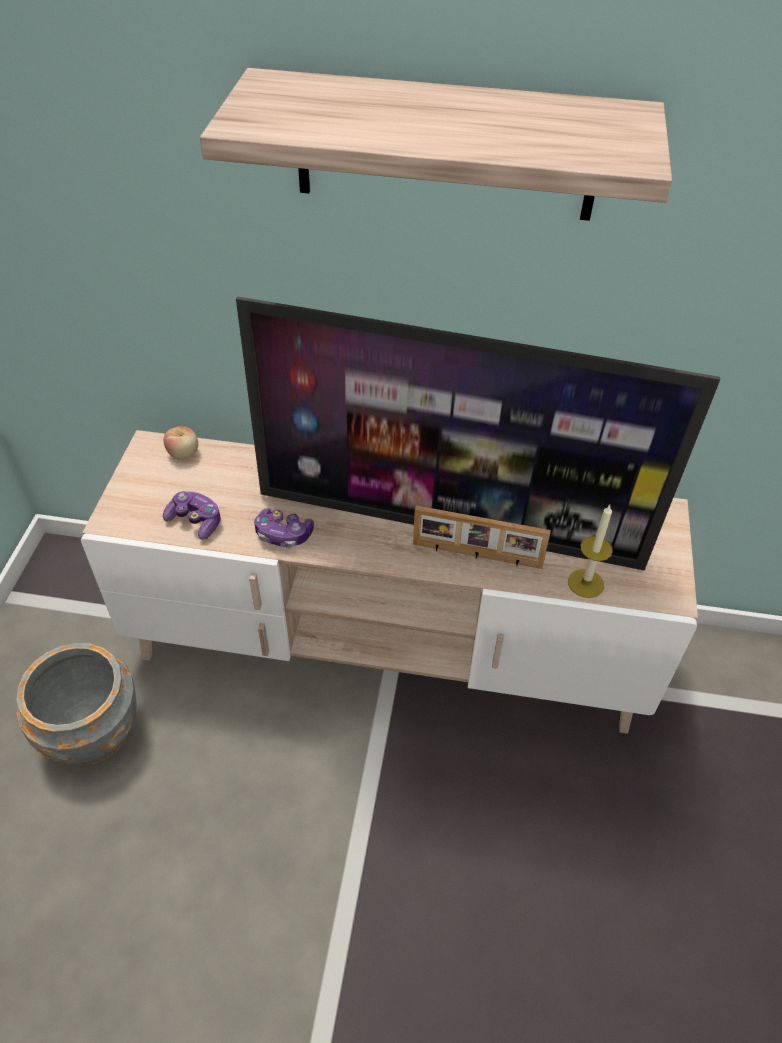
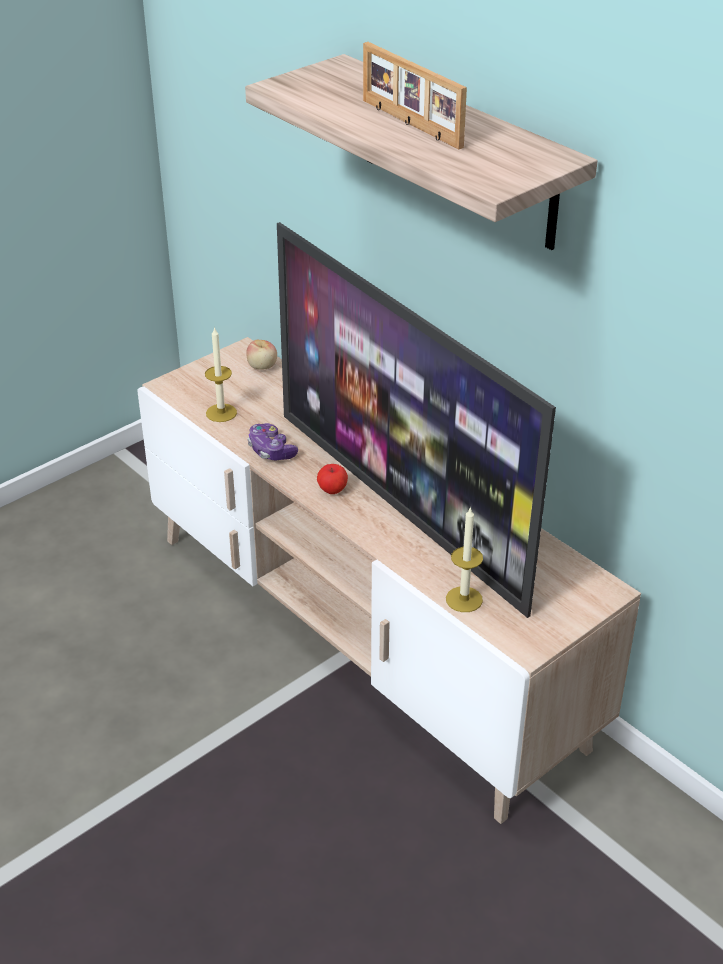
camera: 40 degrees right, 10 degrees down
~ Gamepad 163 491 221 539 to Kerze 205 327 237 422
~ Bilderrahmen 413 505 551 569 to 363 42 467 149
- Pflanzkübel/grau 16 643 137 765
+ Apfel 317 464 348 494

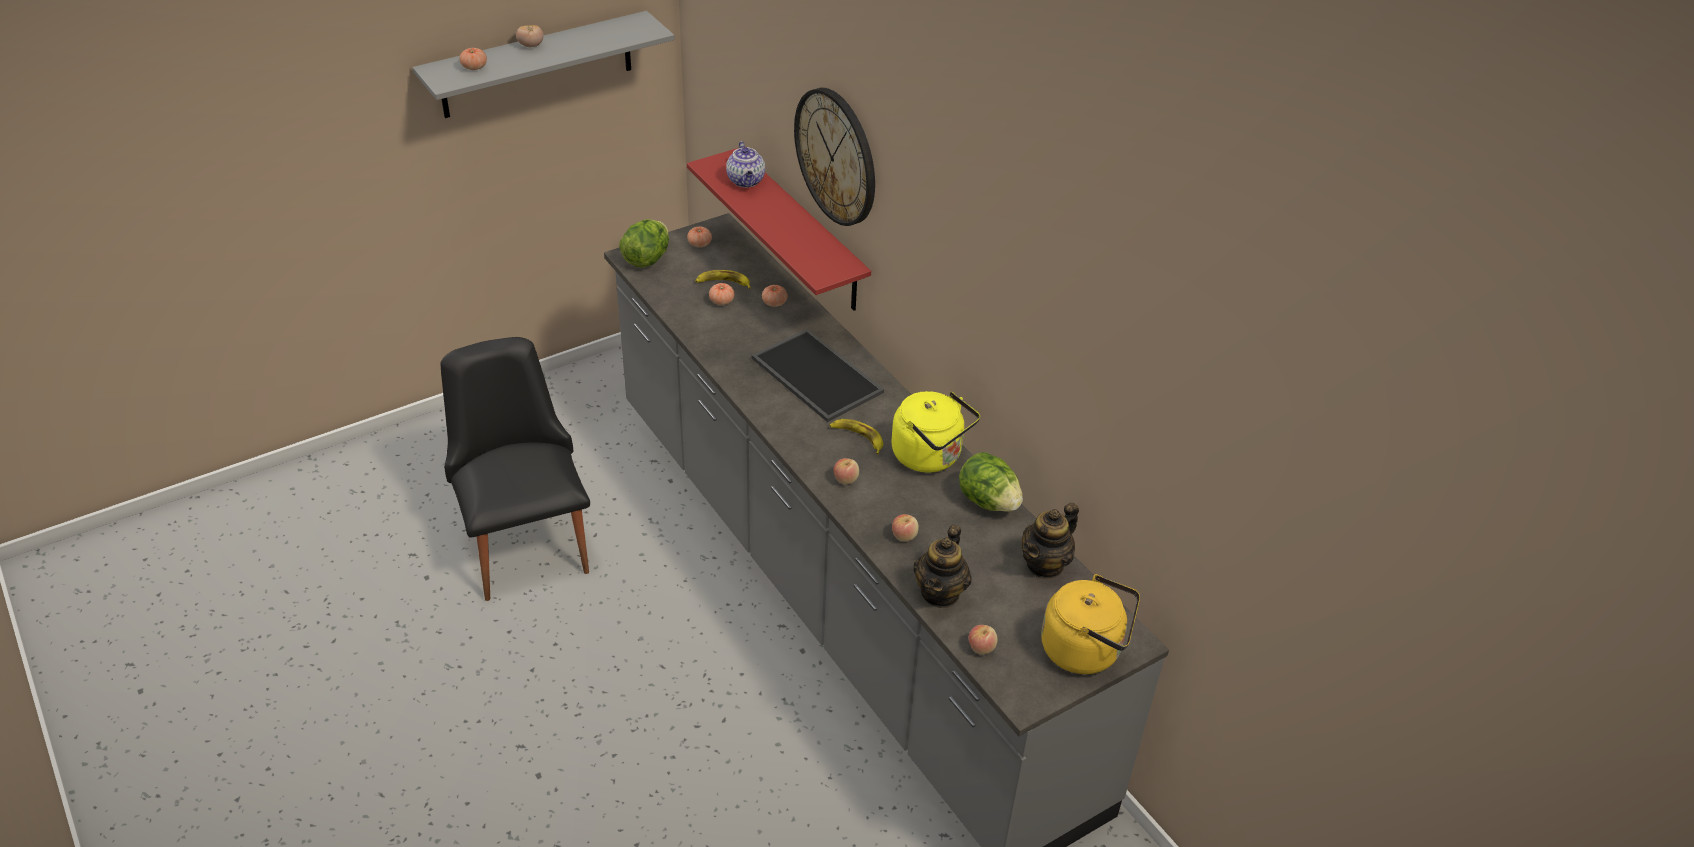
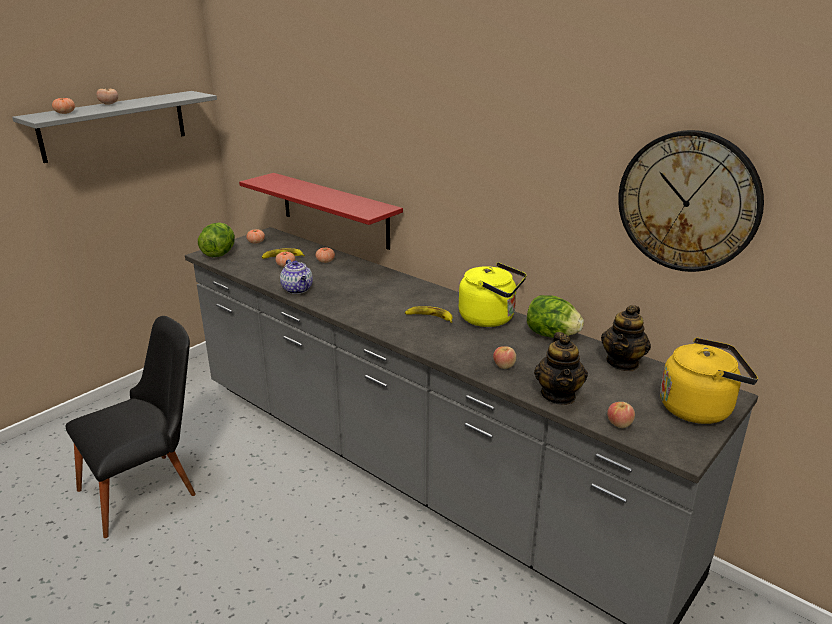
camera: 15 degrees left, 15 degrees down
~ Wanduhr 794 88 875 226 to 618 130 764 272
~ Teekanne 726 141 765 188 to 280 259 313 294
- Tablett 751 329 884 422
~ Stuhl/schwarz 440 337 590 601 = 65 316 196 538 90 degrees clockwise
- Apfel 834 458 859 485

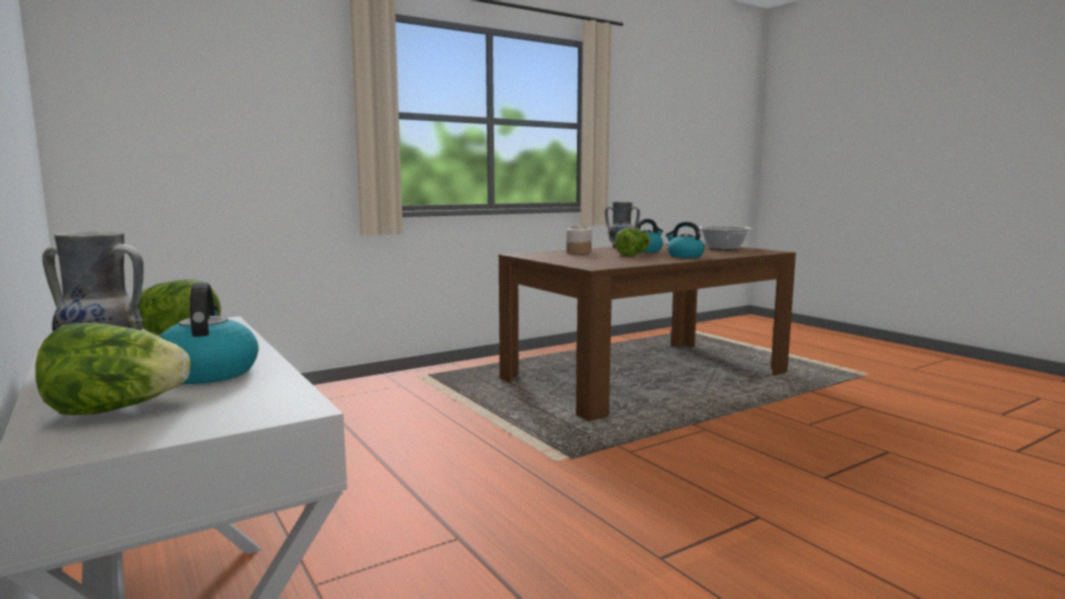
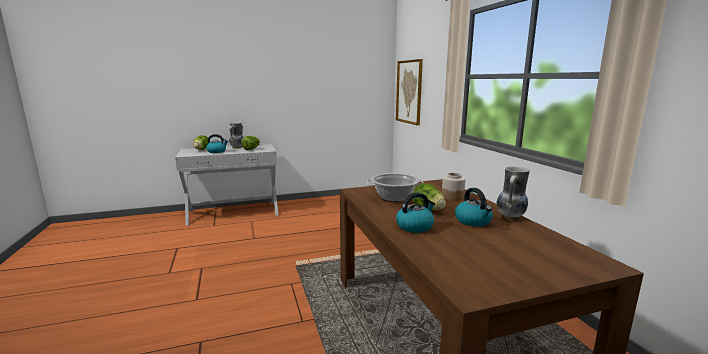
camera: 105 degrees right, 5 degrees up
~ Kochtopf 698 226 752 250 to 366 173 424 202
+ Bild 396 59 423 125

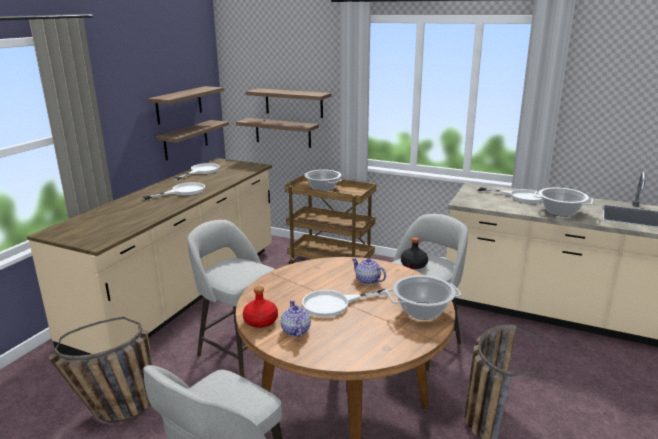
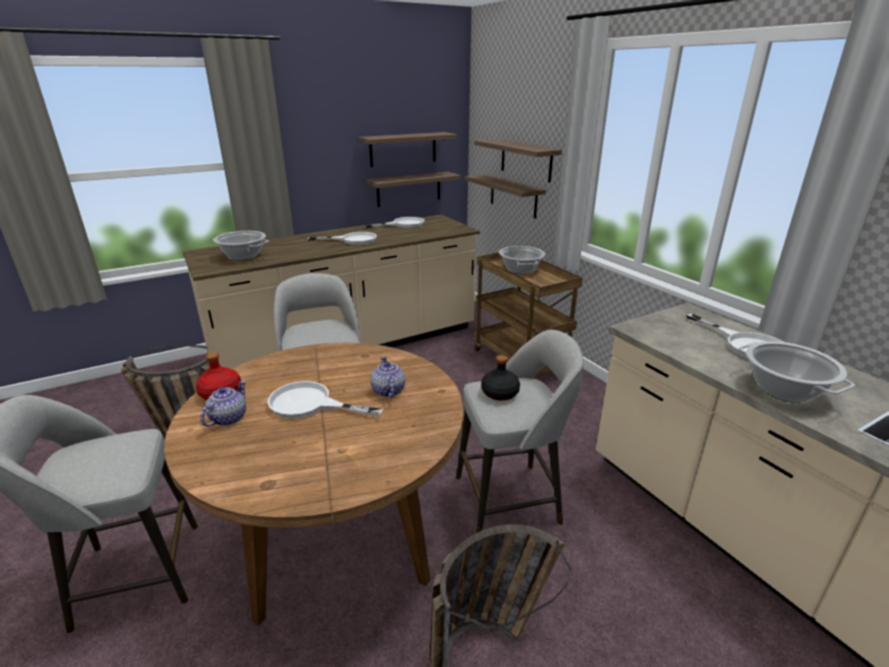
camera: 35 degrees right, 5 degrees up
~ Kochtopf 386 275 462 320 to 212 231 269 260

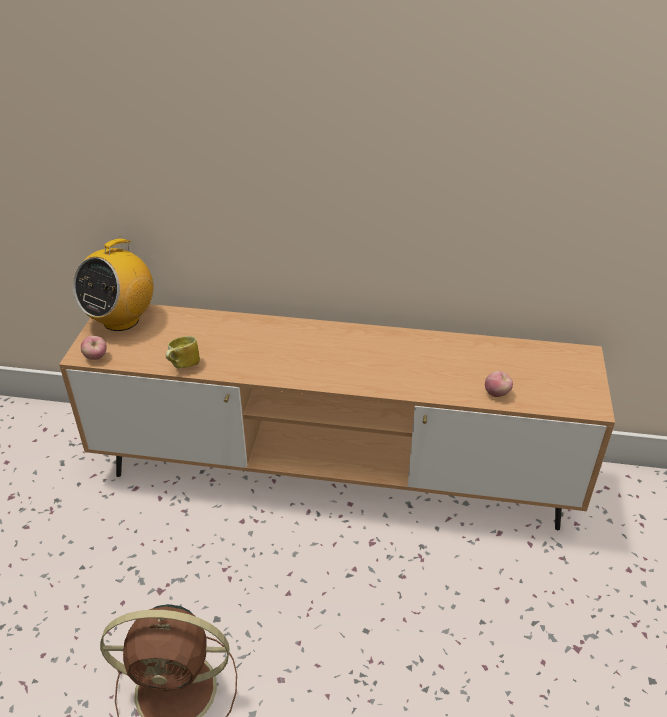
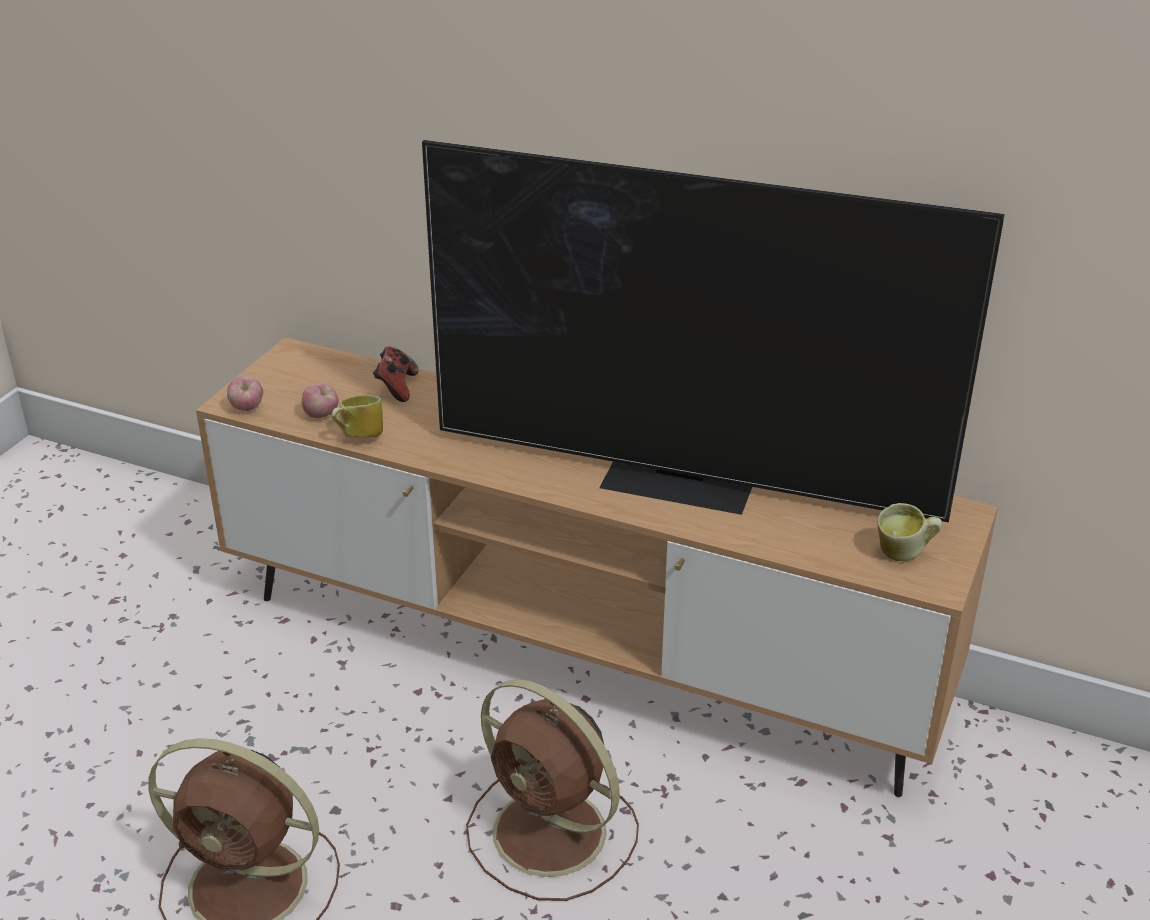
camera: 15 degrees right, 5 degrees down
- Radio 73 236 153 331
~ Apfel 485 371 513 397 to 302 383 339 418
+ Fernseher 422 140 1005 522
+ Gamepad 373 346 419 402
+ Henkelbecher 877 503 942 561
+ Ventilator/braun 466 679 639 901

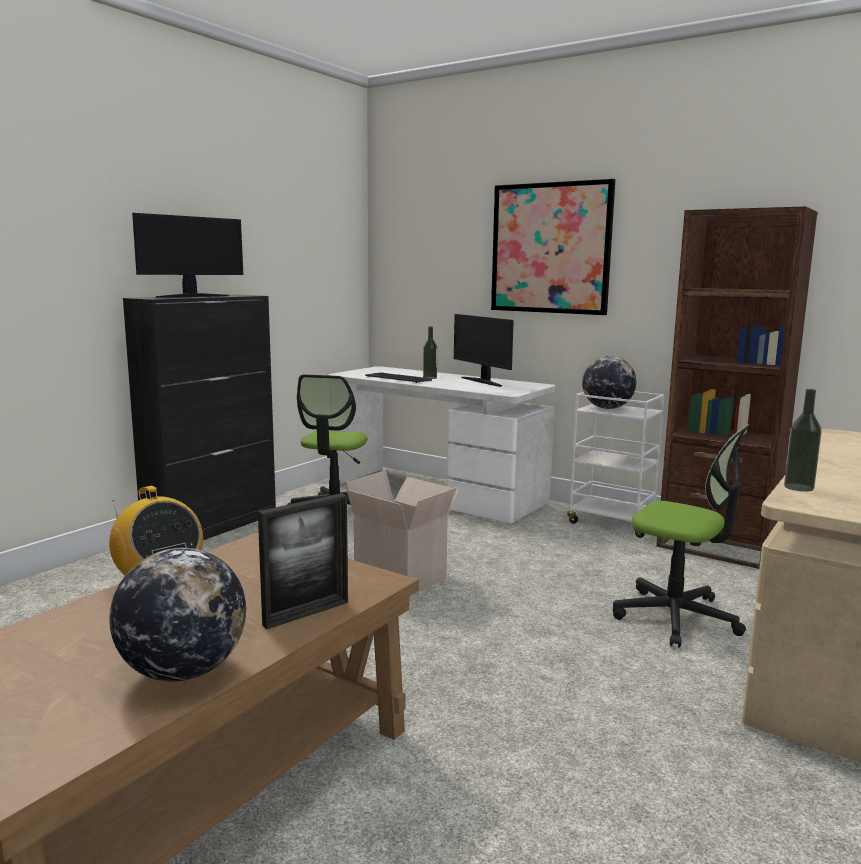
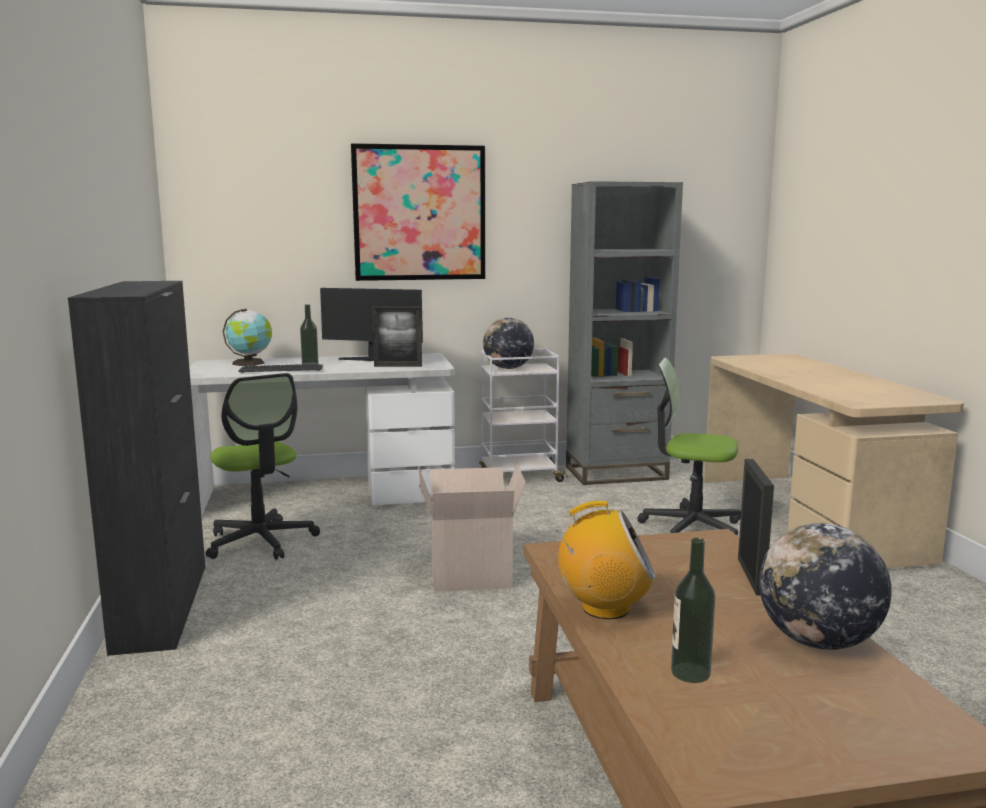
camera: 45 degrees left, 0 degrees up
~ Bücherregal/braun 656 206 818 569 to Bücherregal/grau 566 181 683 485
- Monitor 132 213 243 298
~ Flasche 784 389 822 492 to 671 538 715 683
~ Bürostuhl 613 424 750 648 = 637 358 741 536 150 degrees counterclockwise
+ Bilderrahmen 372 307 422 367
+ Globus 222 309 272 366

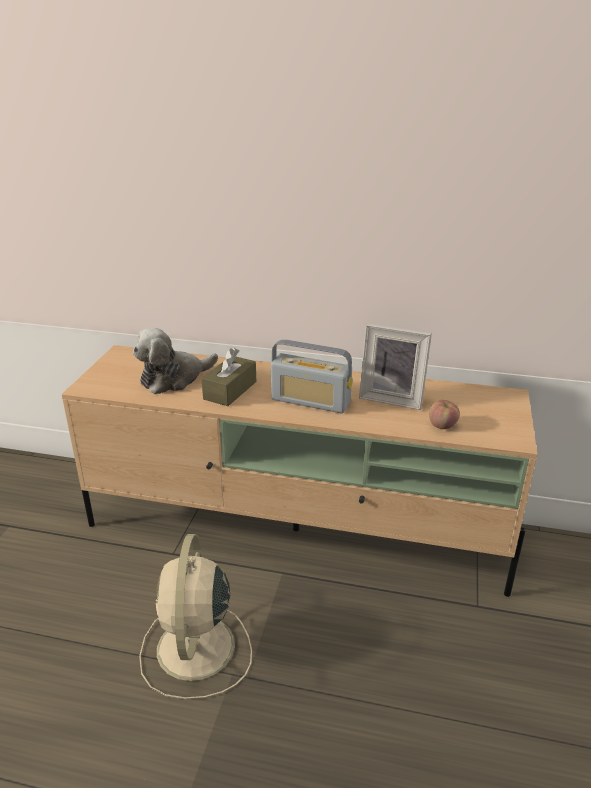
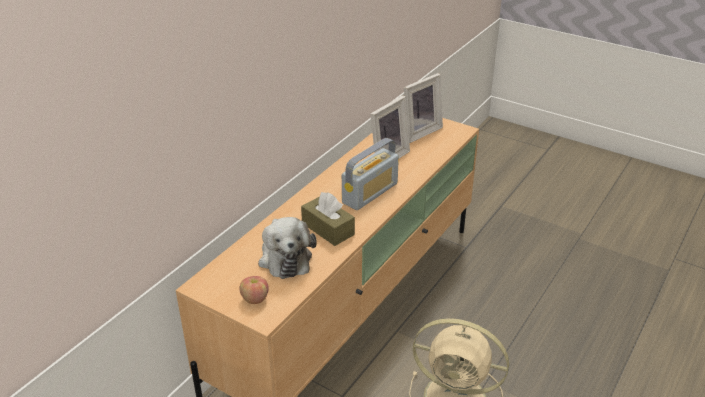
camera: 70 degrees left, 5 degrees up
~ Apfel 429 400 460 429 to 239 276 269 304
+ Bilderrahmen 404 73 443 143

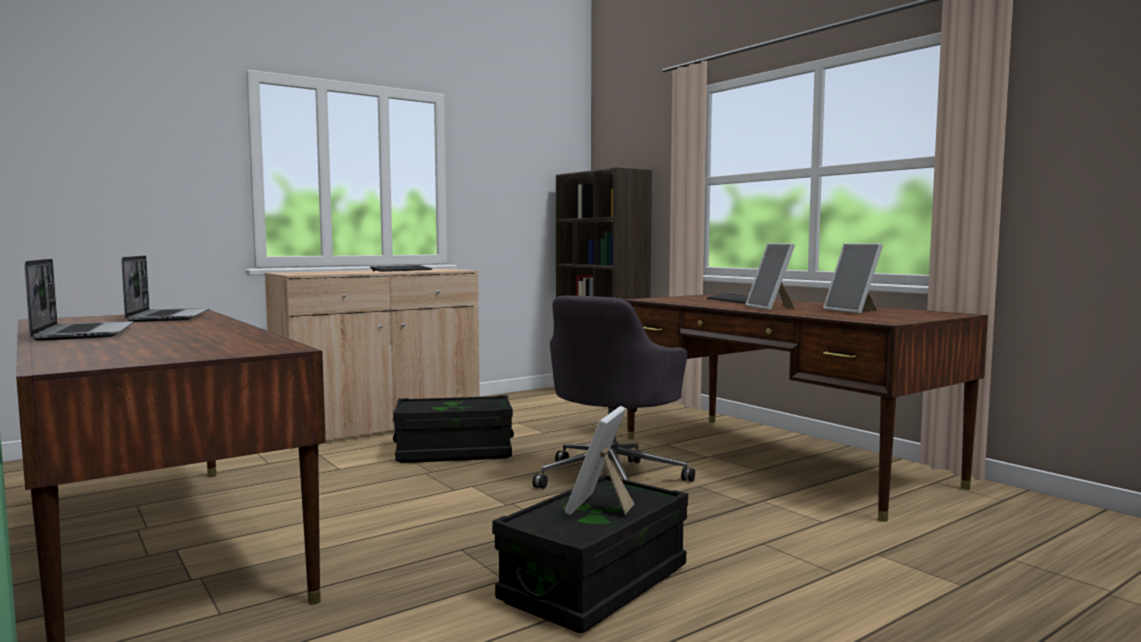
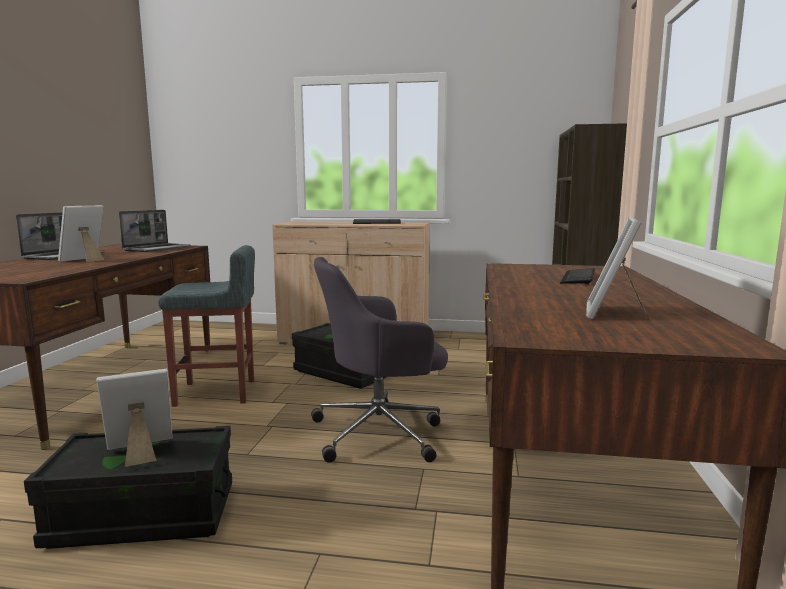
camera: 45 degrees right, 5 degrees up
~ Bilderrahmen 745 243 795 310 to 58 205 104 262
+ Hocker/grau 158 245 255 407

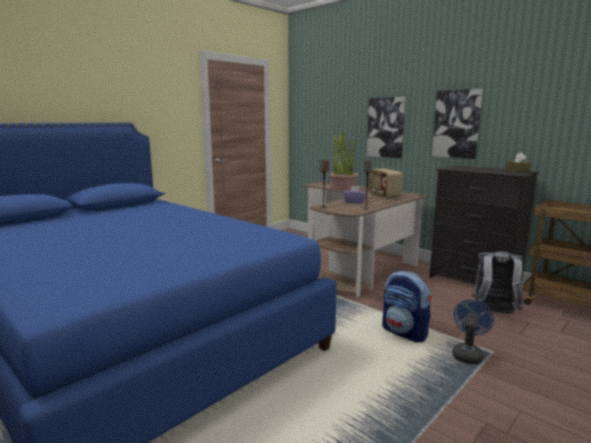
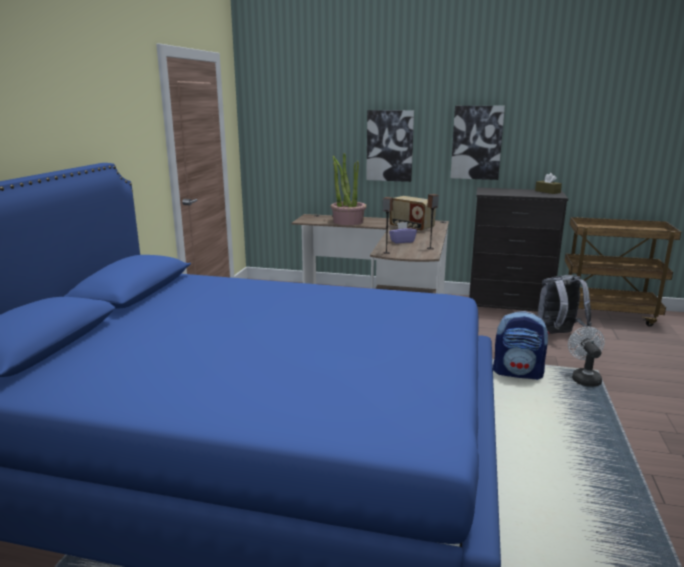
camera: 30 degrees left, 5 degrees up
~ Ventilator/blau 452 299 494 364 to Ventilator/weiß 568 327 605 387

